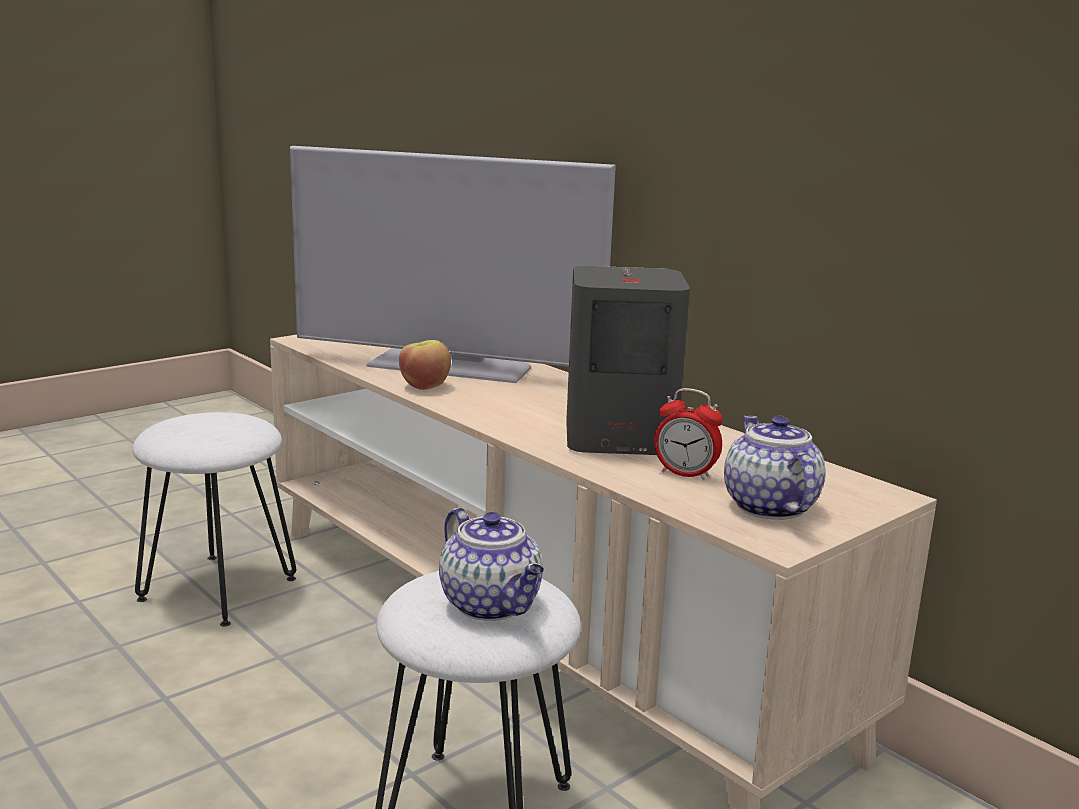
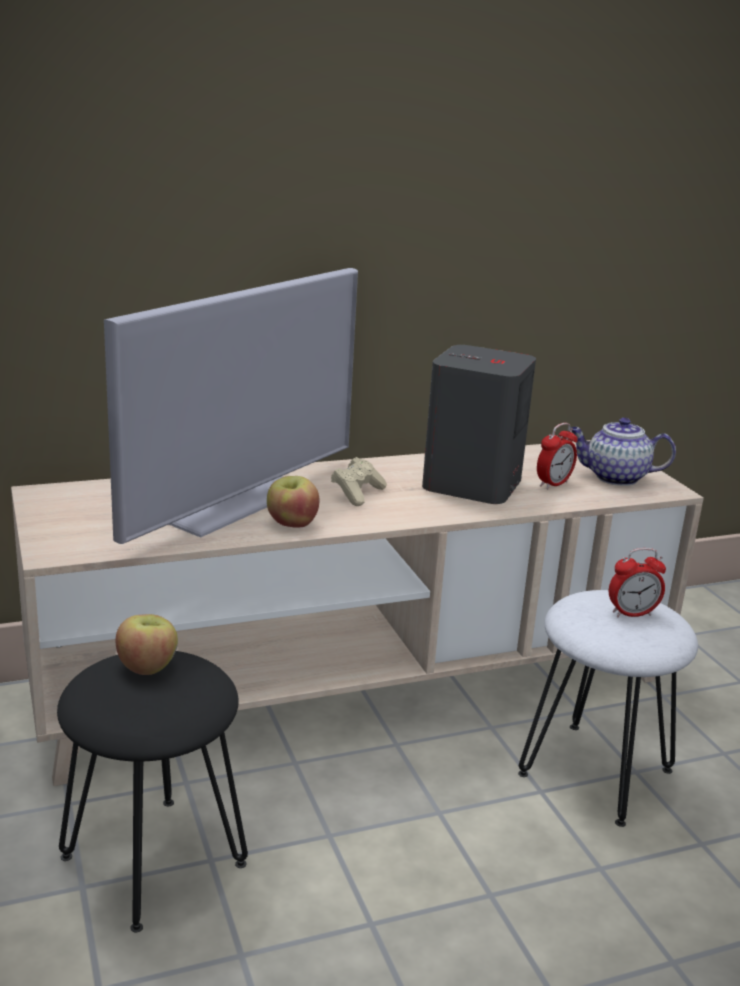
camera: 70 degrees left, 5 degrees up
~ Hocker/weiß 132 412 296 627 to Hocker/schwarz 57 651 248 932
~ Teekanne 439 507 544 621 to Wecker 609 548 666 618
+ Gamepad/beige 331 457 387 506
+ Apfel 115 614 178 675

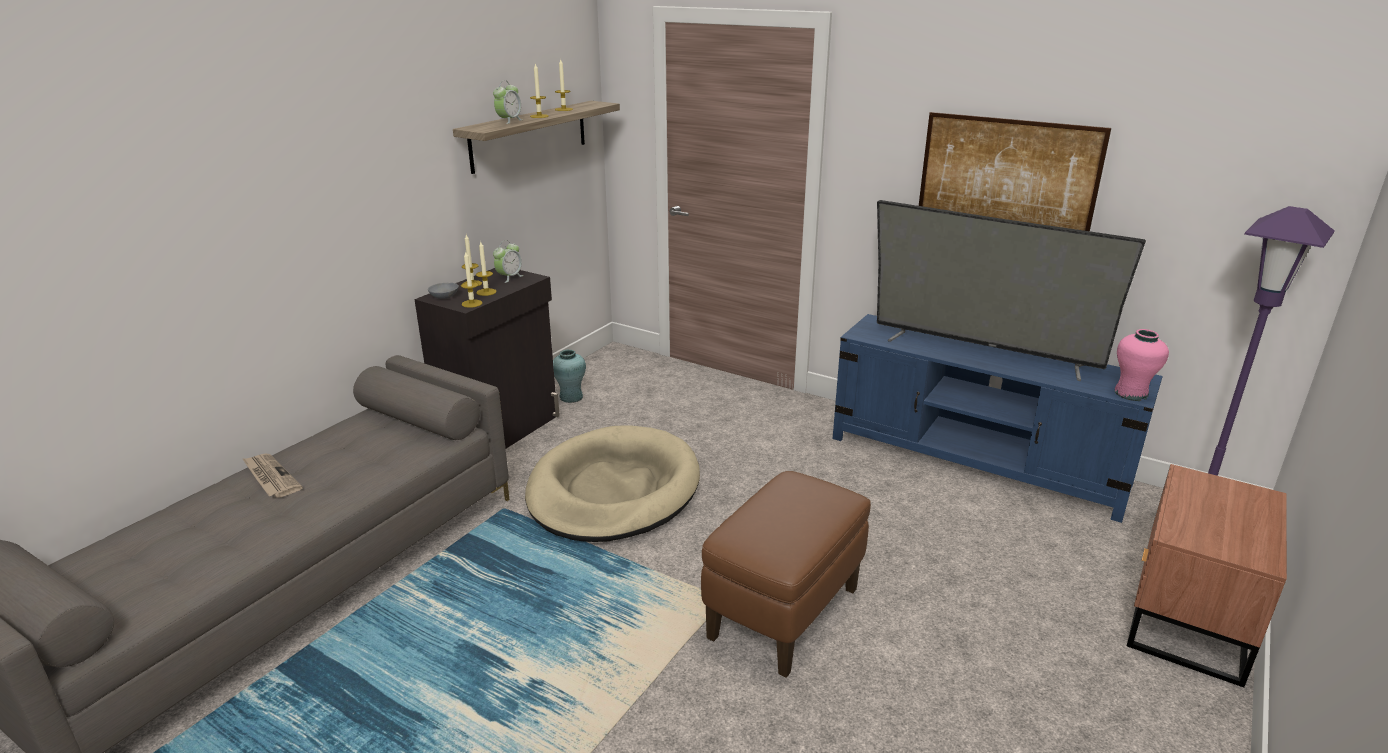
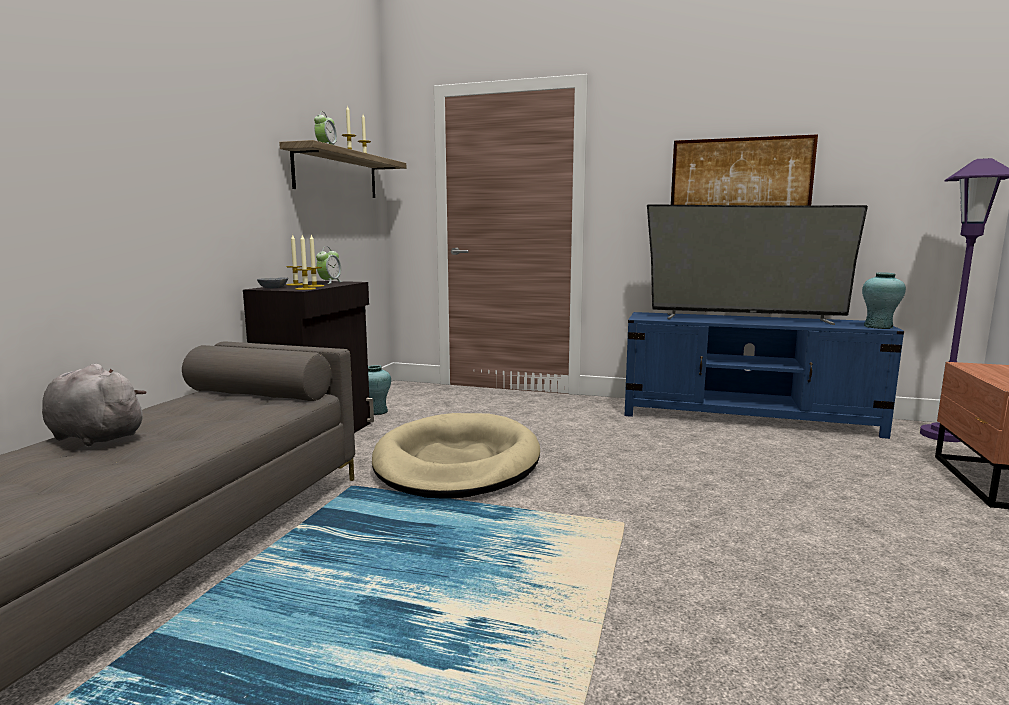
camera: 15 degrees left, 15 degrees down
~ Vase/rosa 1114 329 1169 401 to Vase/türkis 862 272 906 329
~ Zeitung 242 453 303 498 to Plüschtier/grau 42 364 146 446
- Polsterhocker/braun 701 471 871 678

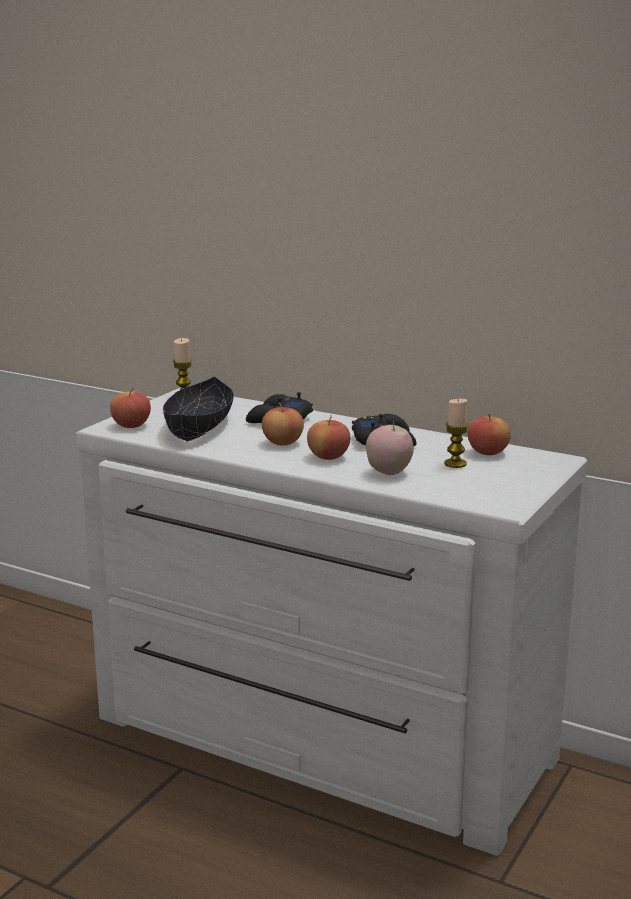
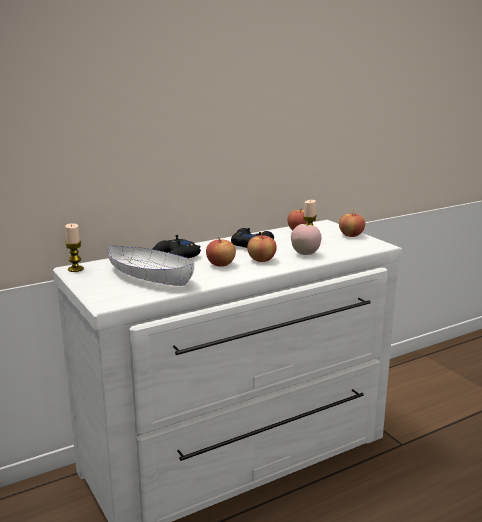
camera: 60 degrees left, 0 degrees up
~ Schüssel/schwarz 163 376 234 442 to Schüssel/weiß 108 245 194 286
~ Apfel 110 388 151 428 to 339 210 365 237

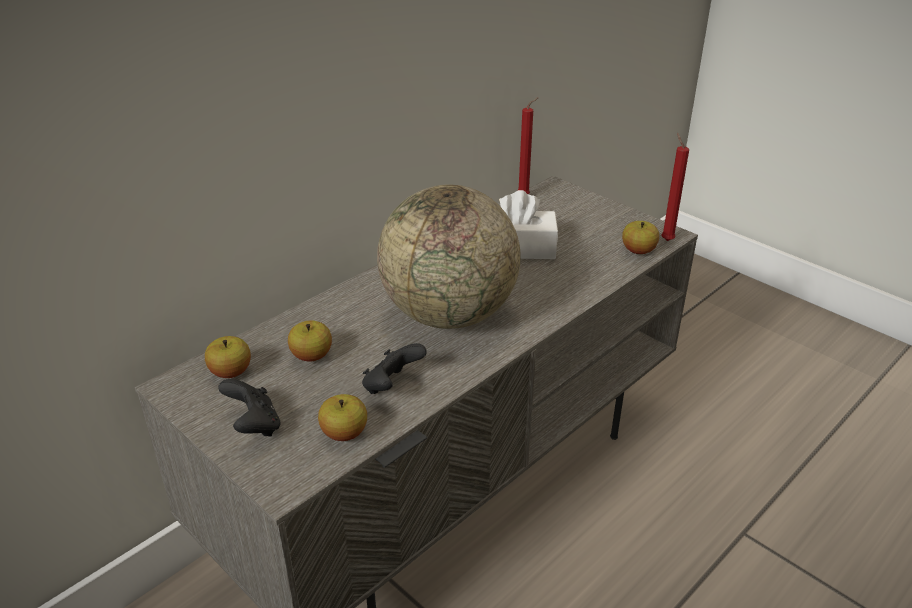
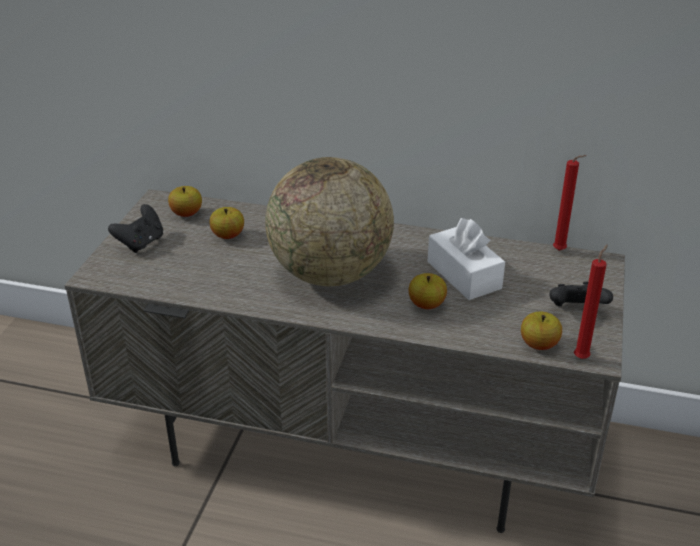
camera: 60 degrees right, 0 degrees up
~ Gamepad/schwarz 362 343 427 394 to 550 282 613 307
~ Apfel 318 394 367 441 to 409 273 447 309

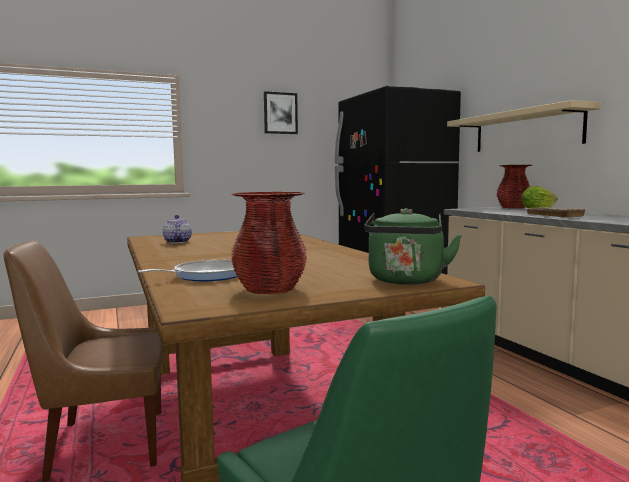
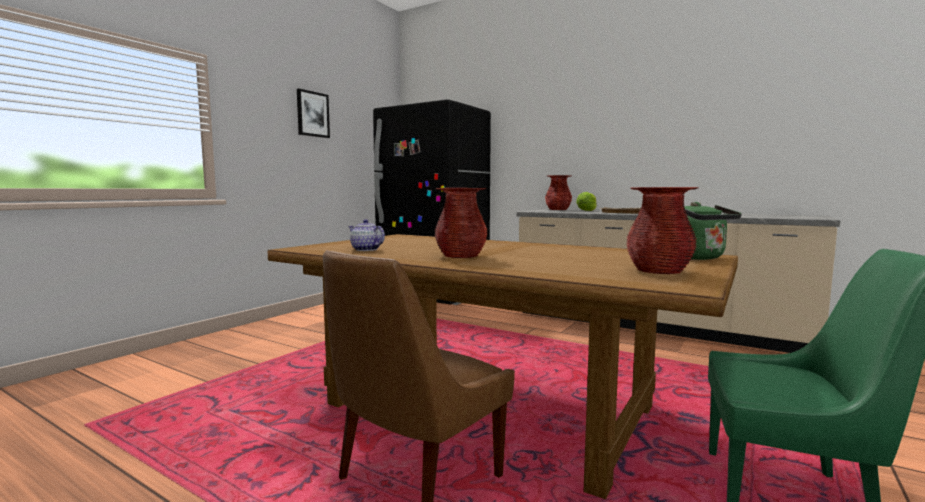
camera: 35 degrees left, 0 degrees up
- Wandregal/beige 447 100 601 152
- Pfanne 138 260 238 281
+ Vase/rot 435 188 488 258

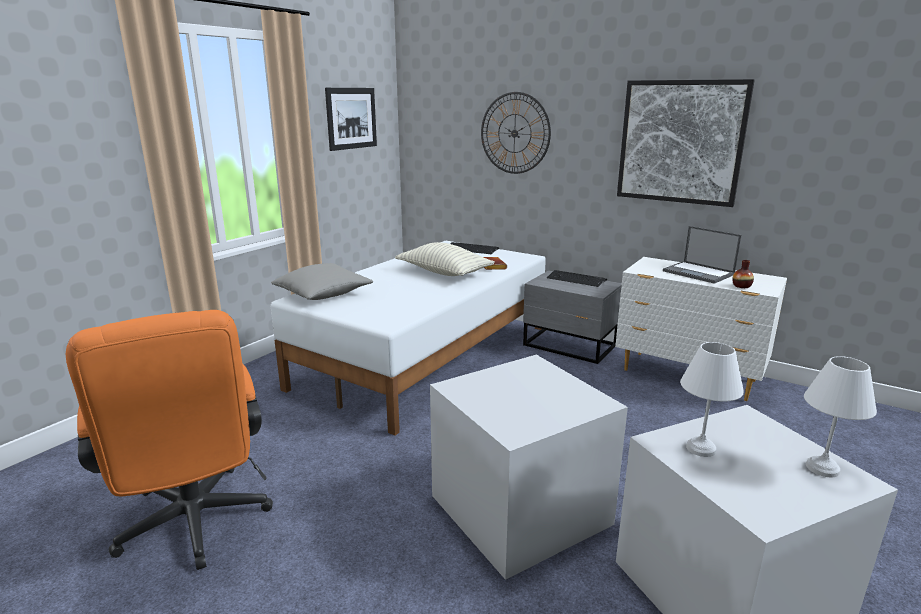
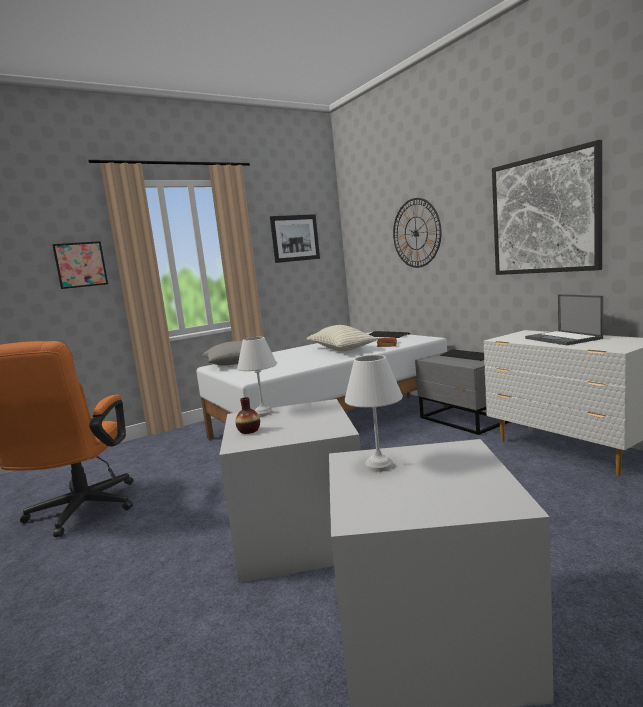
camera: 25 degrees right, 10 degrees down
~ Vase 732 260 754 288 to 235 397 260 434
~ Tischlampe/weiß 804 356 877 477 to 237 337 277 416
+ Bild 52 241 108 289

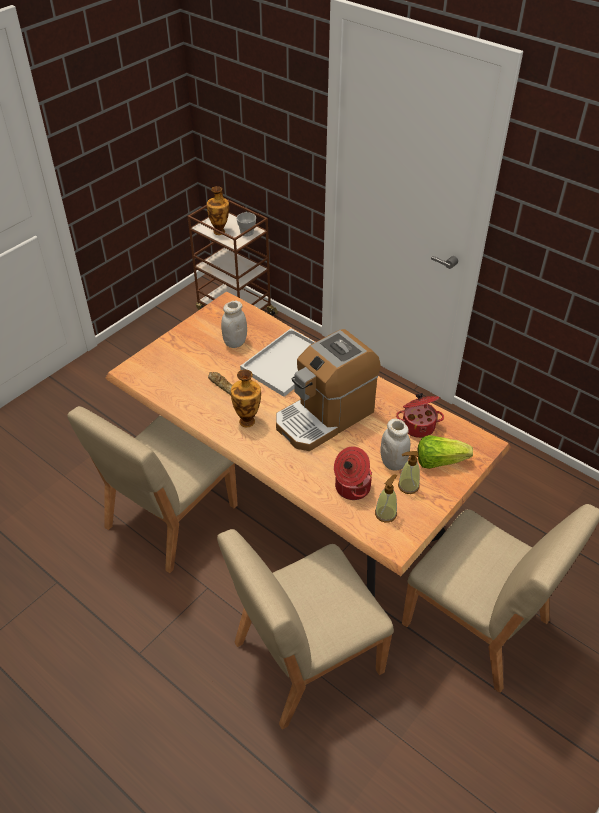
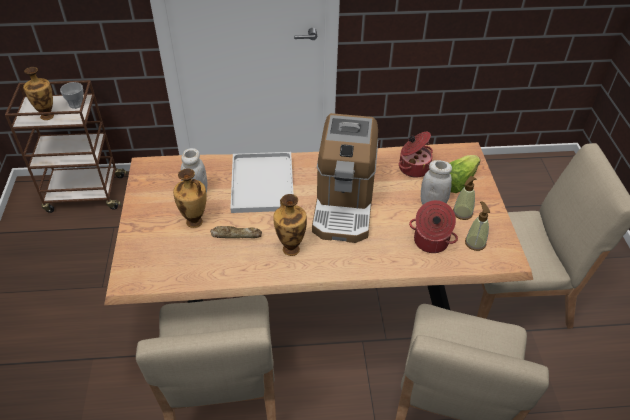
camera: 45 degrees left, 0 degrees up
+ Vase 173 168 207 228

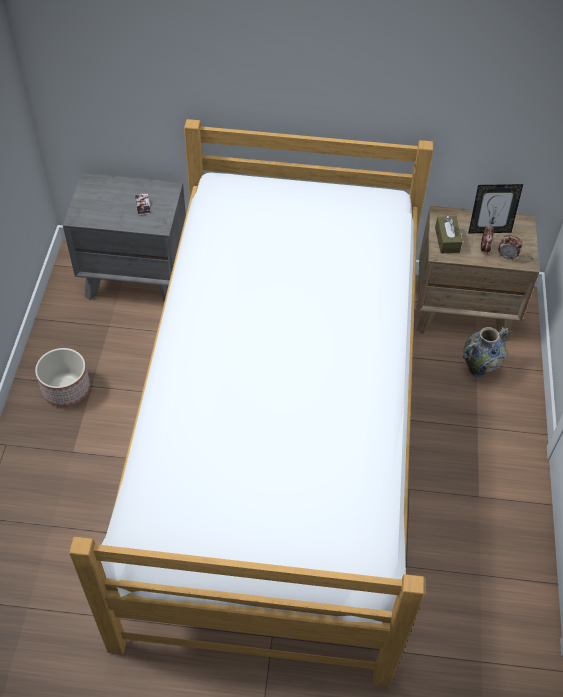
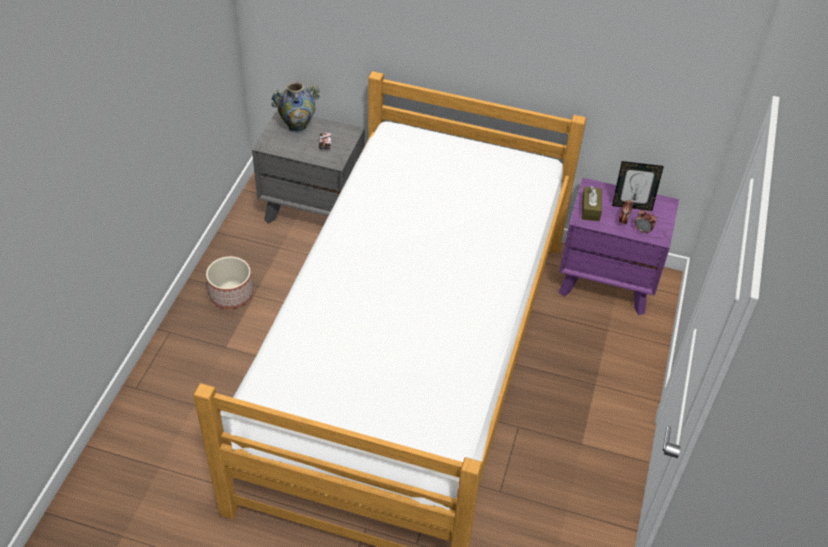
camera: 10 degrees right, 5 degrees down
~ Nachttisch/braun 417 206 540 342 to Nachttisch/lila 559 178 679 315
~ Vase 463 327 509 377 to 271 81 320 133

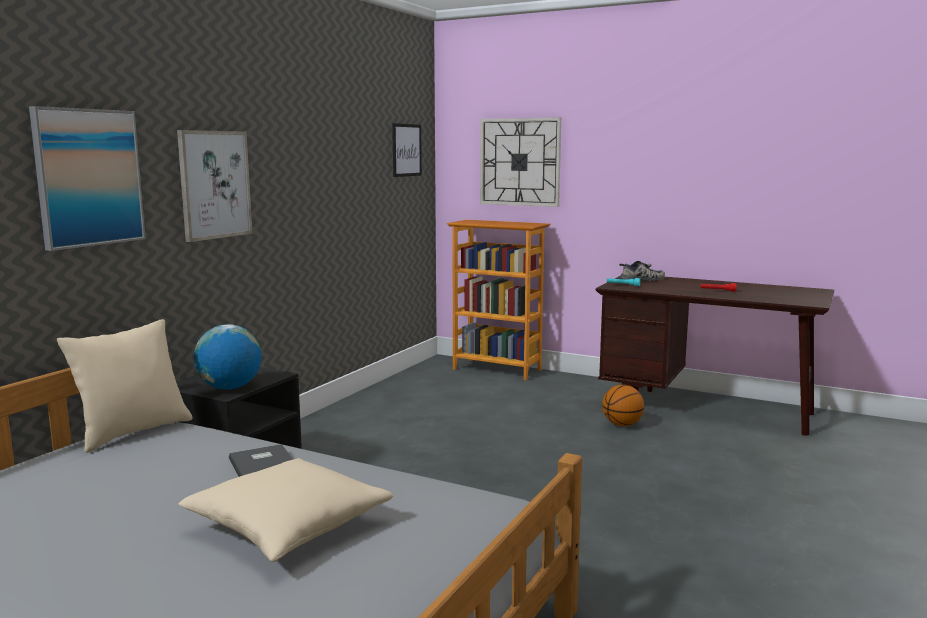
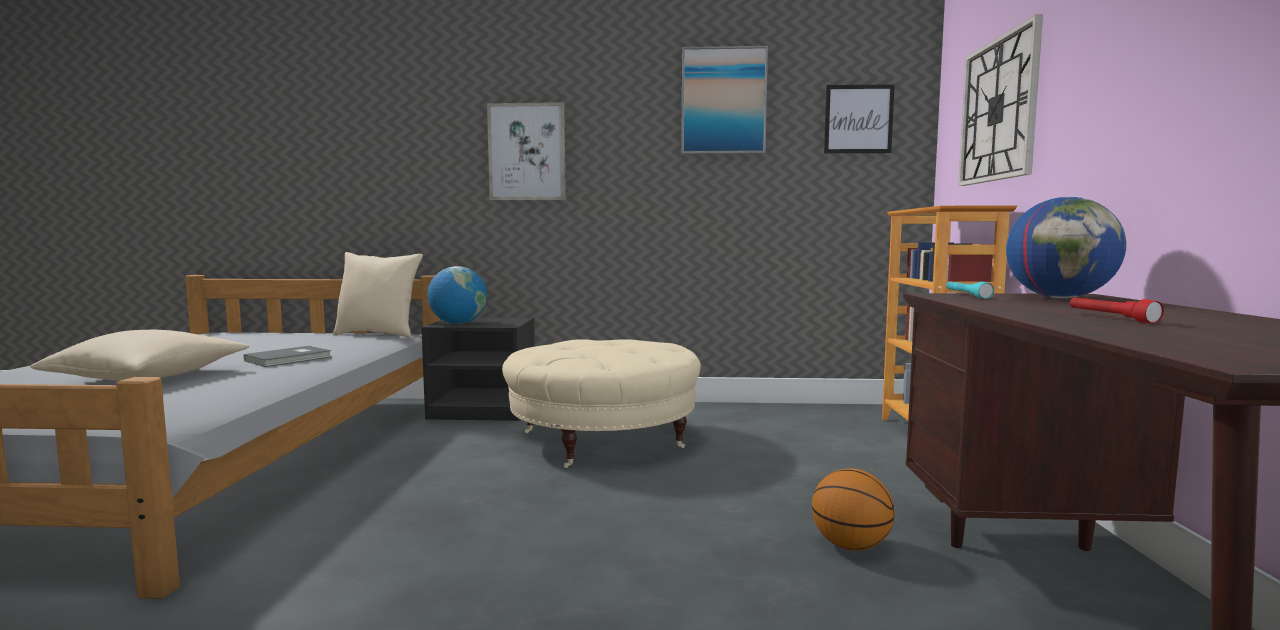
camera: 65 degrees right, 5 degrees down
~ Bild 29 106 146 251 to 681 46 768 154
~ Schuh 619 261 665 281 to Globus 1006 197 1126 298
+ Polsterhocker/beige 502 339 701 468

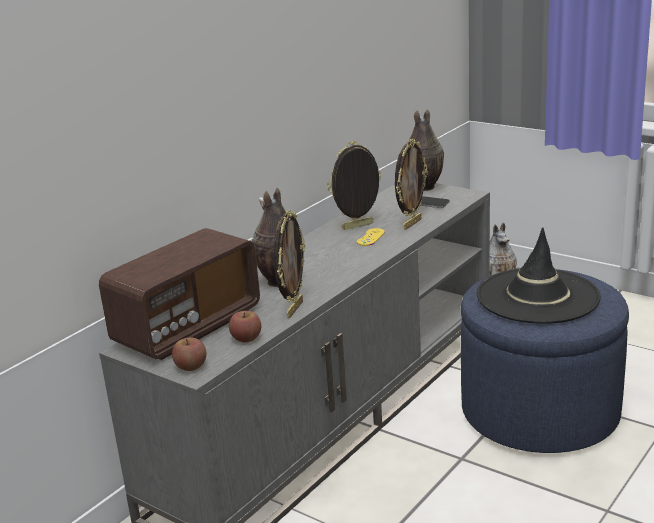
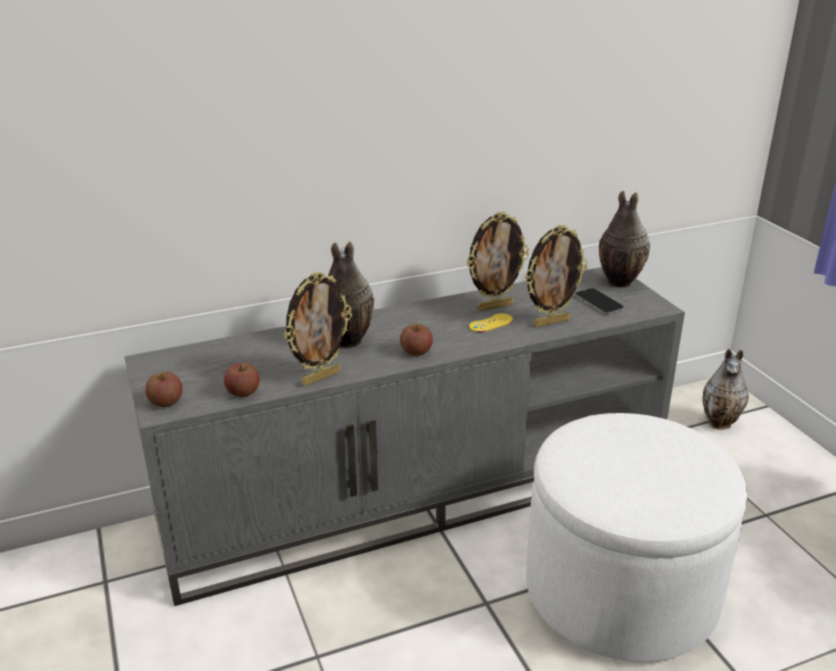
camera: 30 degrees right, 5 degrees up
~ Bilderrahmen 328 141 381 230 = 467 212 529 311 150 degrees clockwise
- Hut/schwarz 476 227 601 324
- Radio 99 228 260 360
~ Polsterhocker/blau 461 269 629 453 to Polsterhocker/weiß 526 413 747 662
+ Apfel 400 324 433 356

